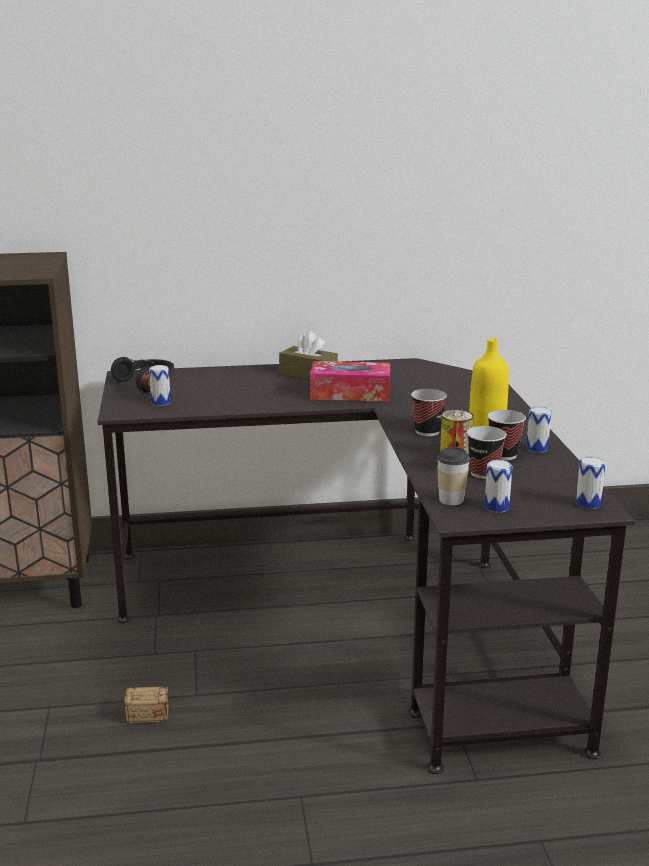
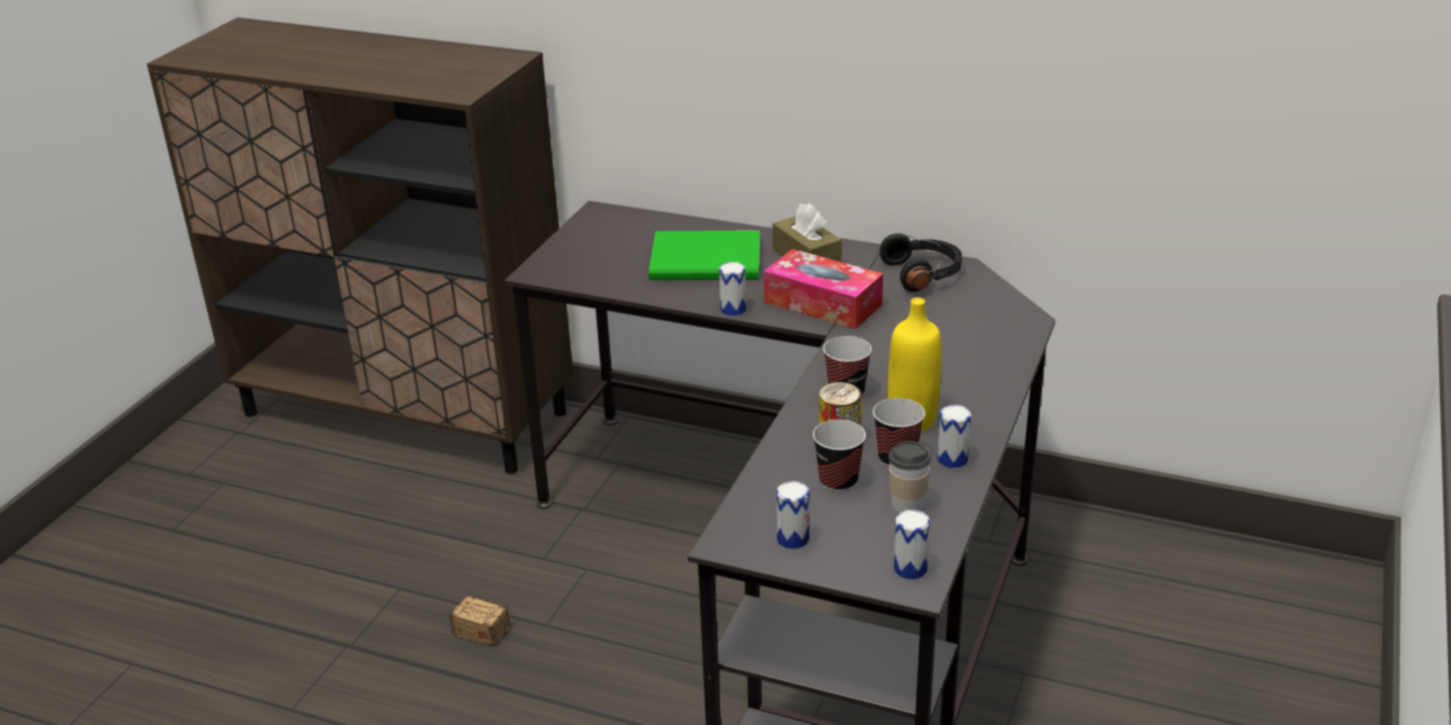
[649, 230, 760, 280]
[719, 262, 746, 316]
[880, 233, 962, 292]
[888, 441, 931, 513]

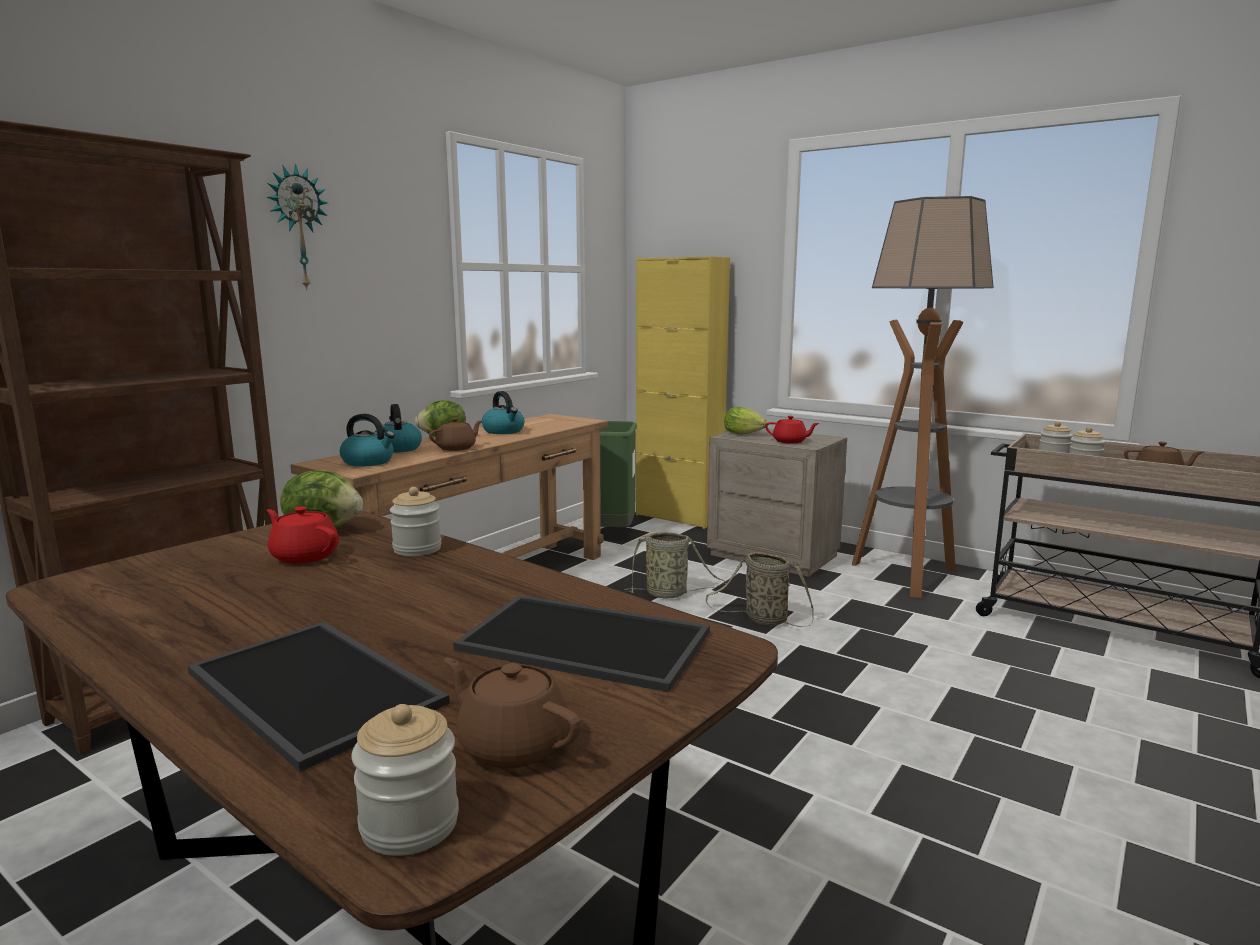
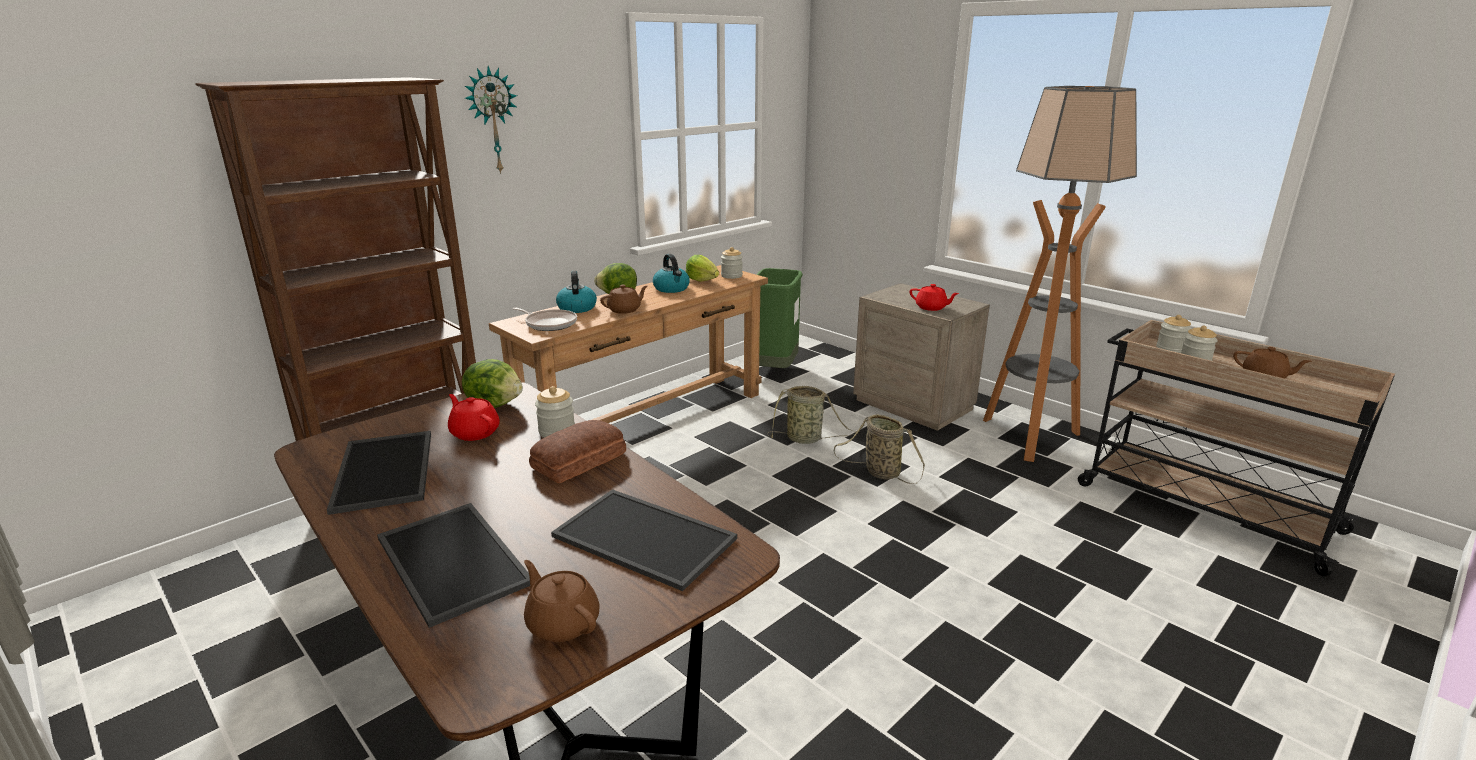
[327, 431, 431, 515]
[512, 307, 577, 331]
[529, 420, 626, 483]
[686, 255, 719, 282]
[721, 247, 743, 279]
[636, 256, 730, 529] (first image)

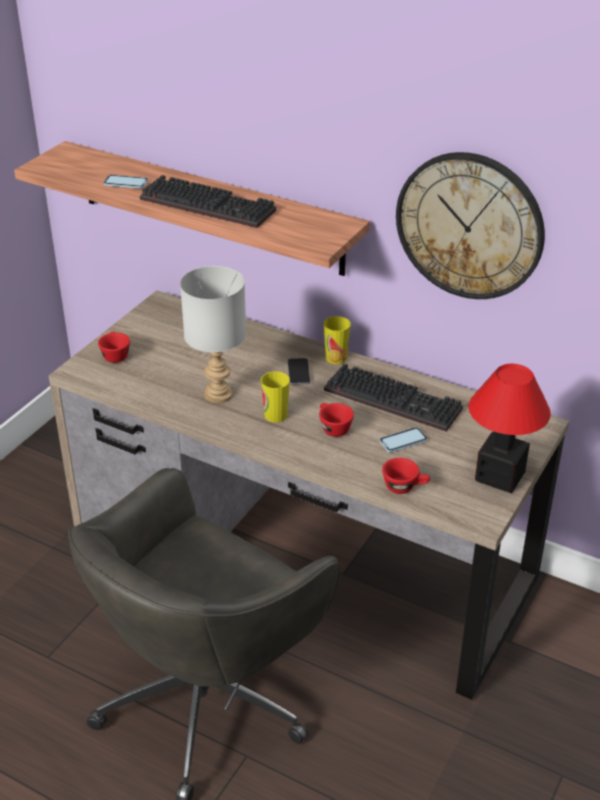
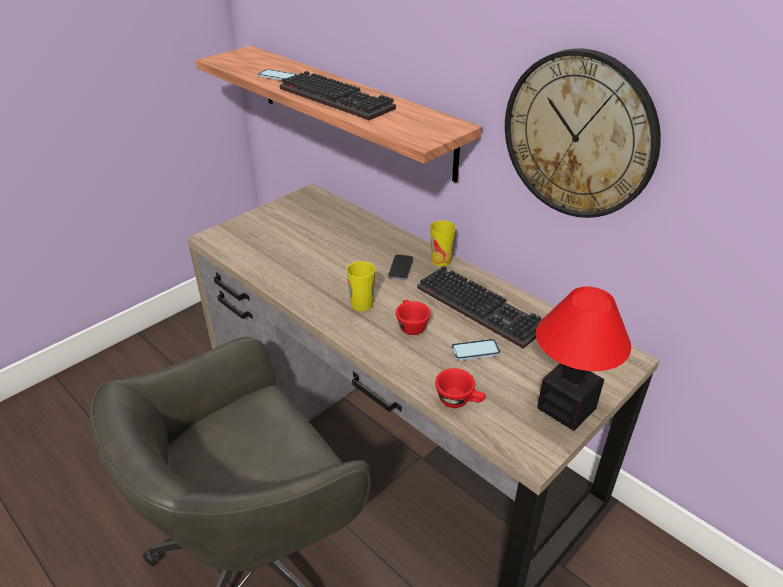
[98, 332, 130, 363] (first image)
[180, 266, 246, 403] (first image)

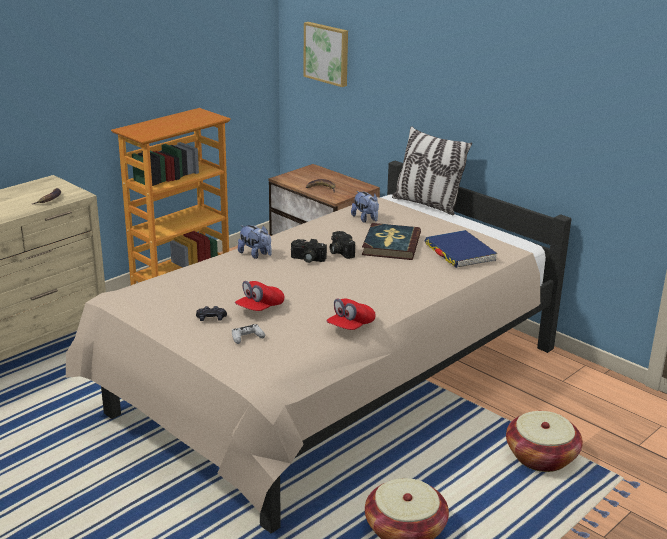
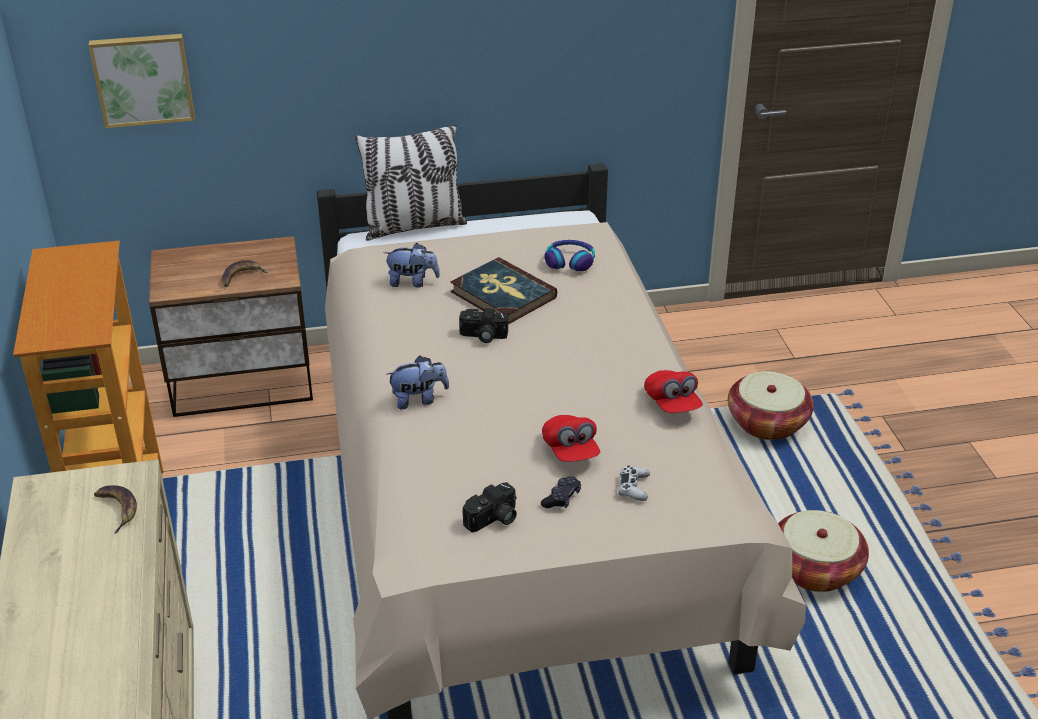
[463, 482, 517, 532]
[544, 240, 595, 271]

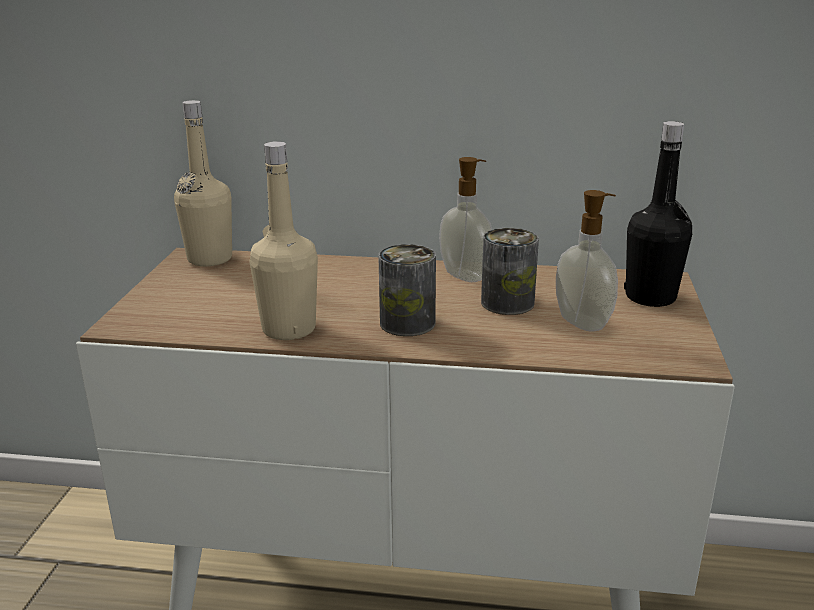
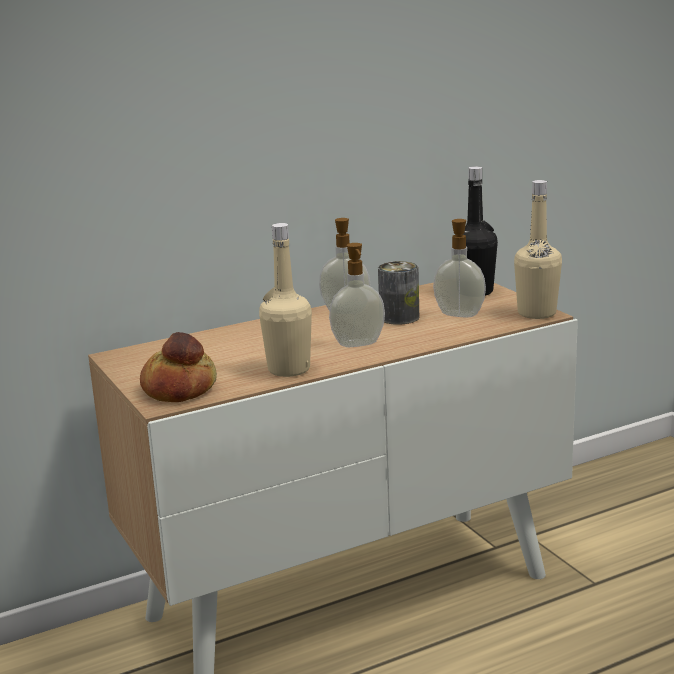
[140, 332, 217, 402]
[329, 243, 385, 347]
[514, 180, 562, 319]

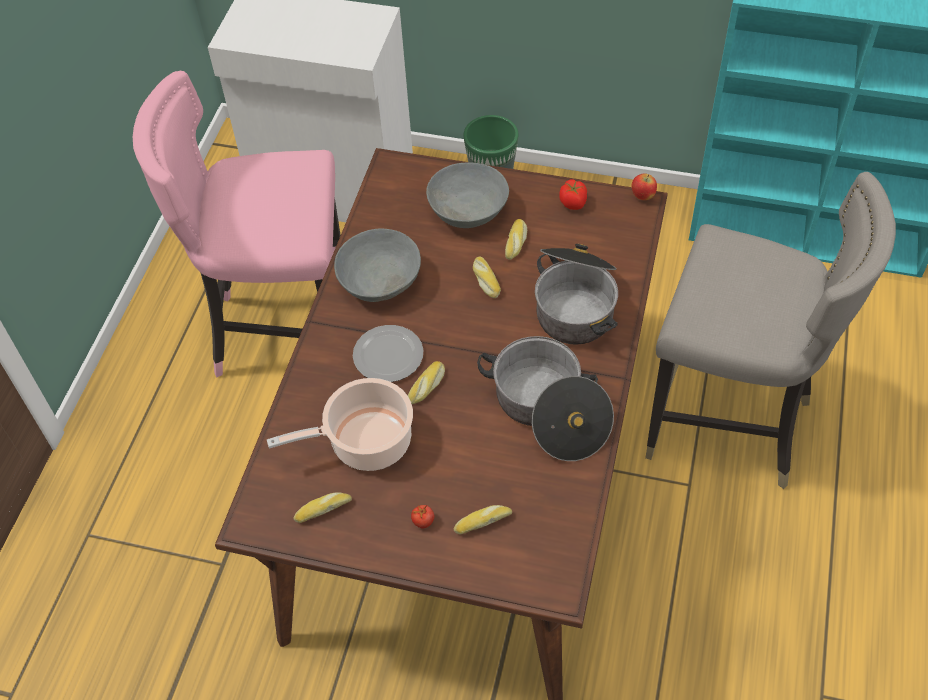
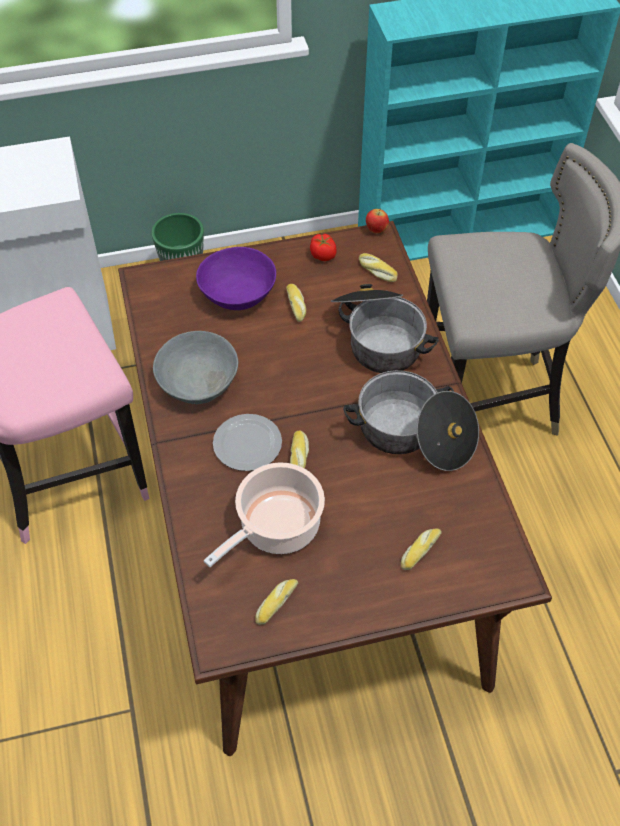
[196, 247, 276, 310]
[359, 253, 398, 282]
[411, 505, 434, 528] (first image)

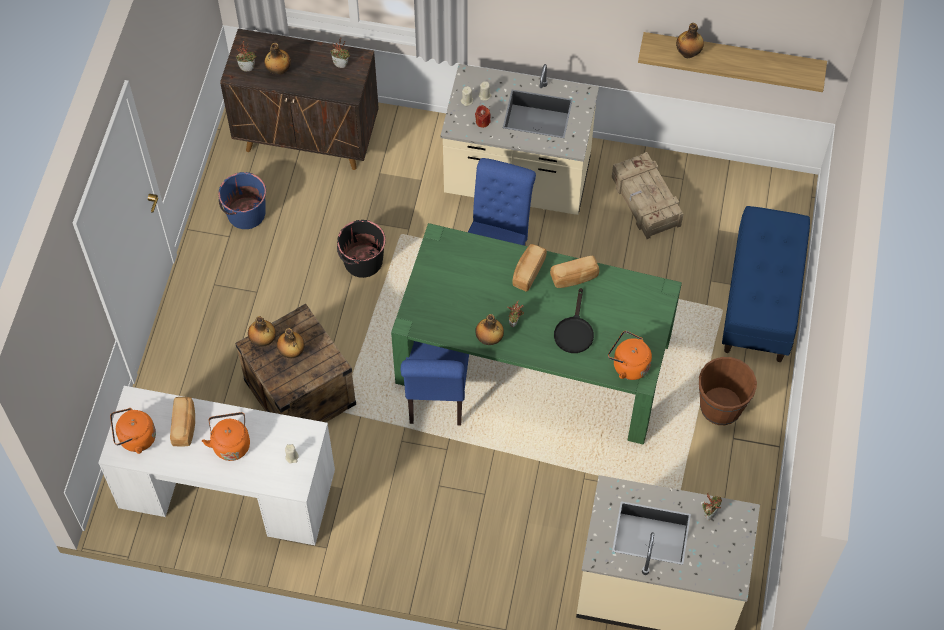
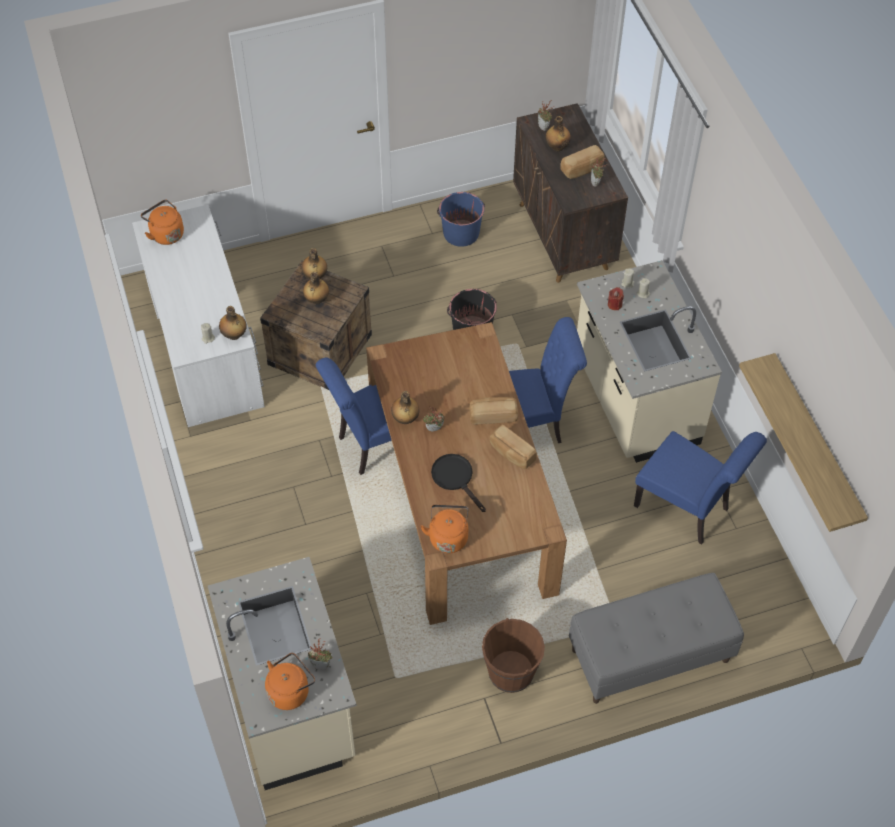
[219, 306, 247, 340]
[265, 653, 315, 710]
[366, 322, 567, 625]
[431, 454, 486, 512]
[560, 145, 605, 179]
[569, 573, 744, 704]
[634, 431, 767, 545]

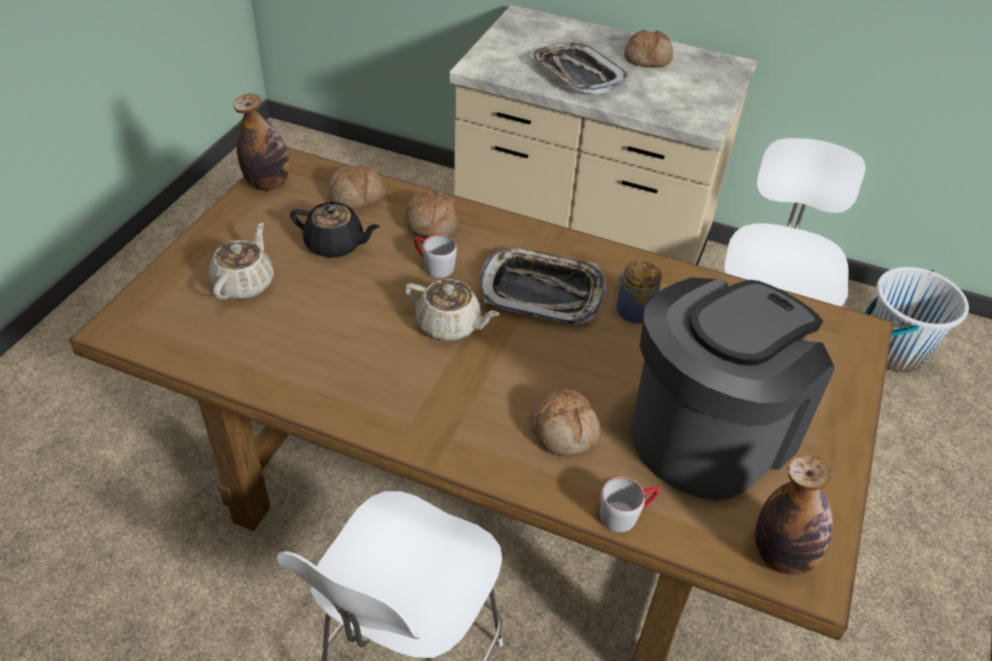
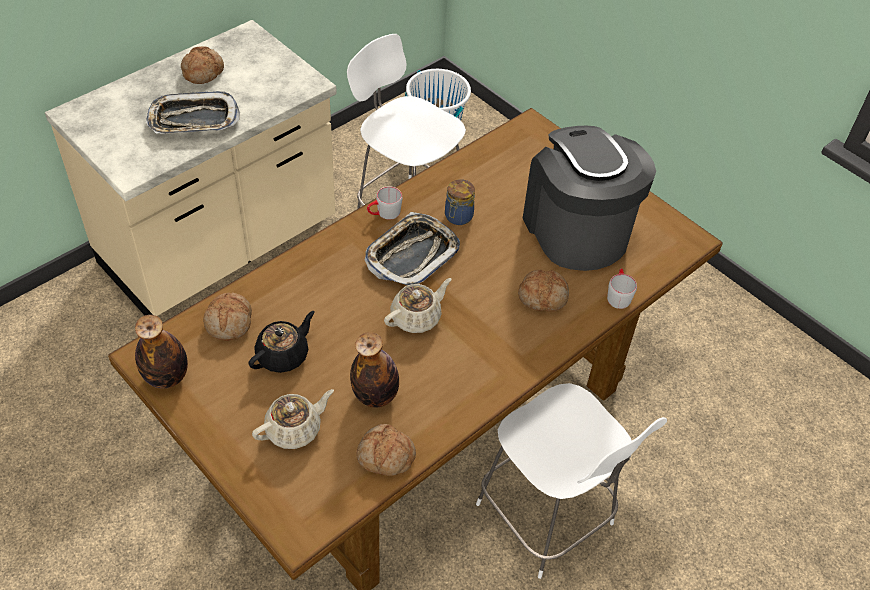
[252, 389, 334, 449]
[350, 332, 399, 408]
[356, 424, 416, 476]
[367, 186, 402, 220]

